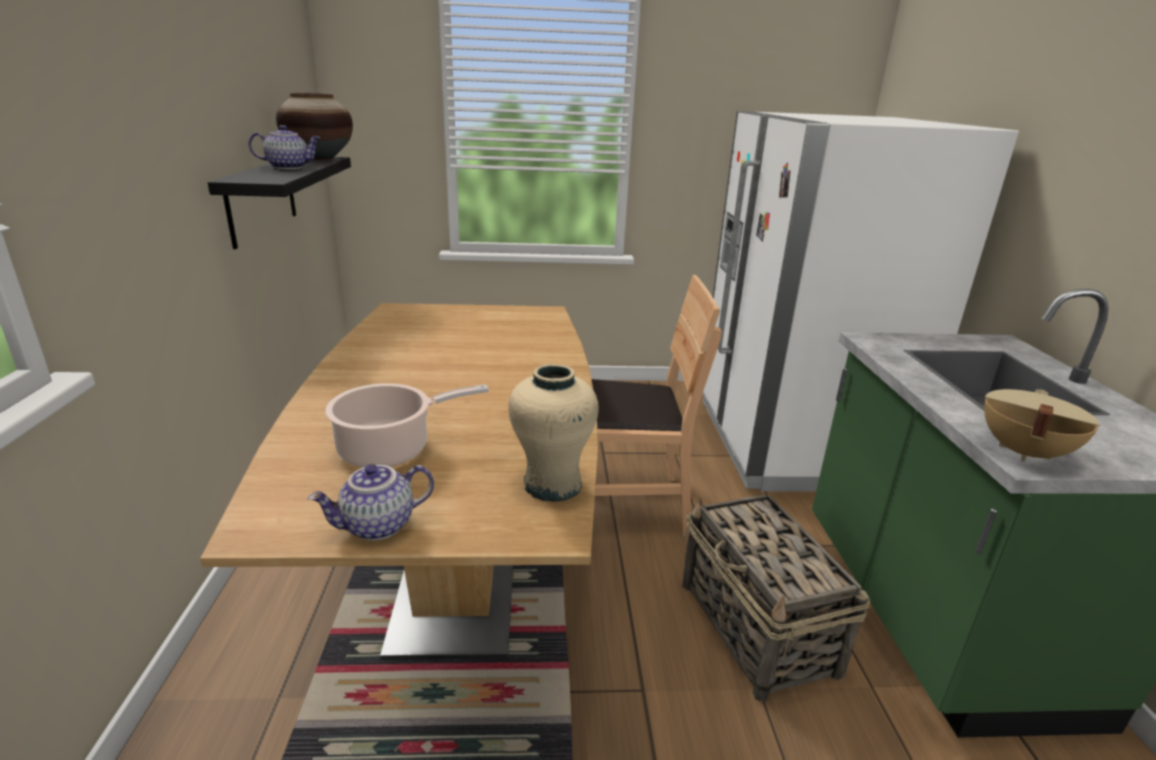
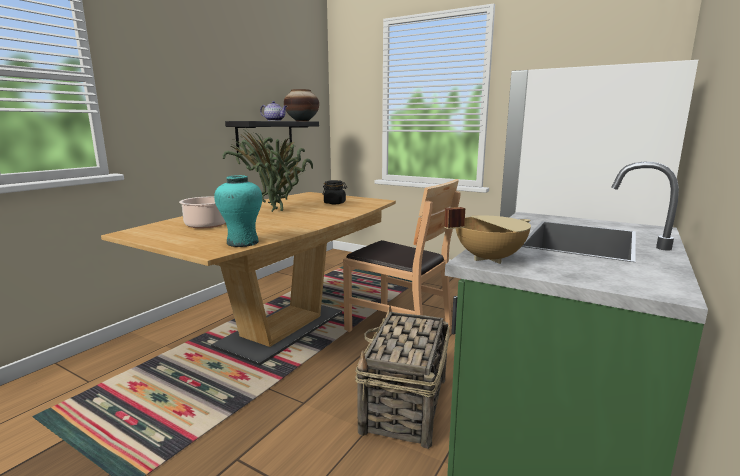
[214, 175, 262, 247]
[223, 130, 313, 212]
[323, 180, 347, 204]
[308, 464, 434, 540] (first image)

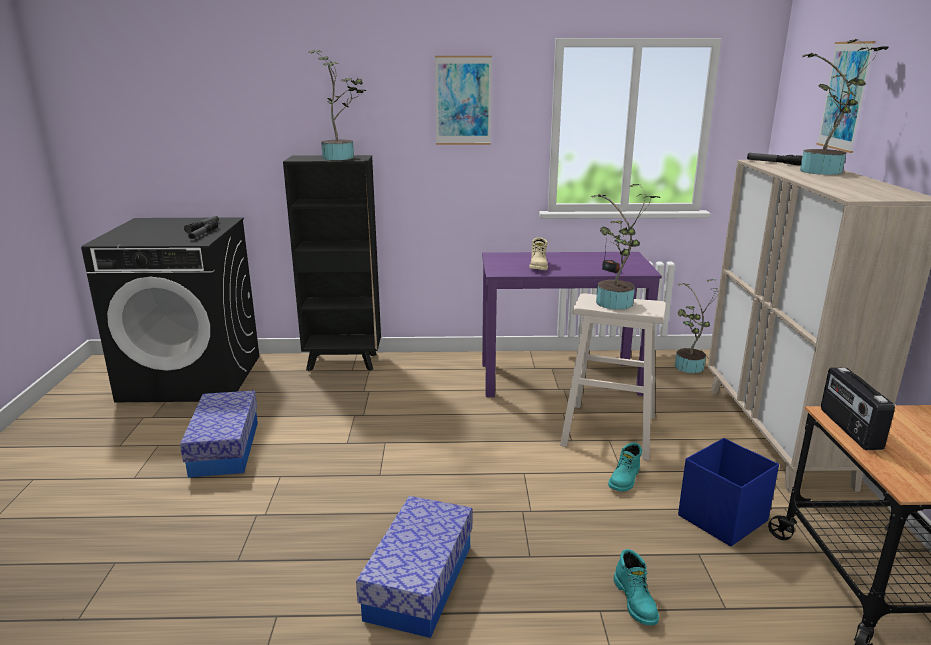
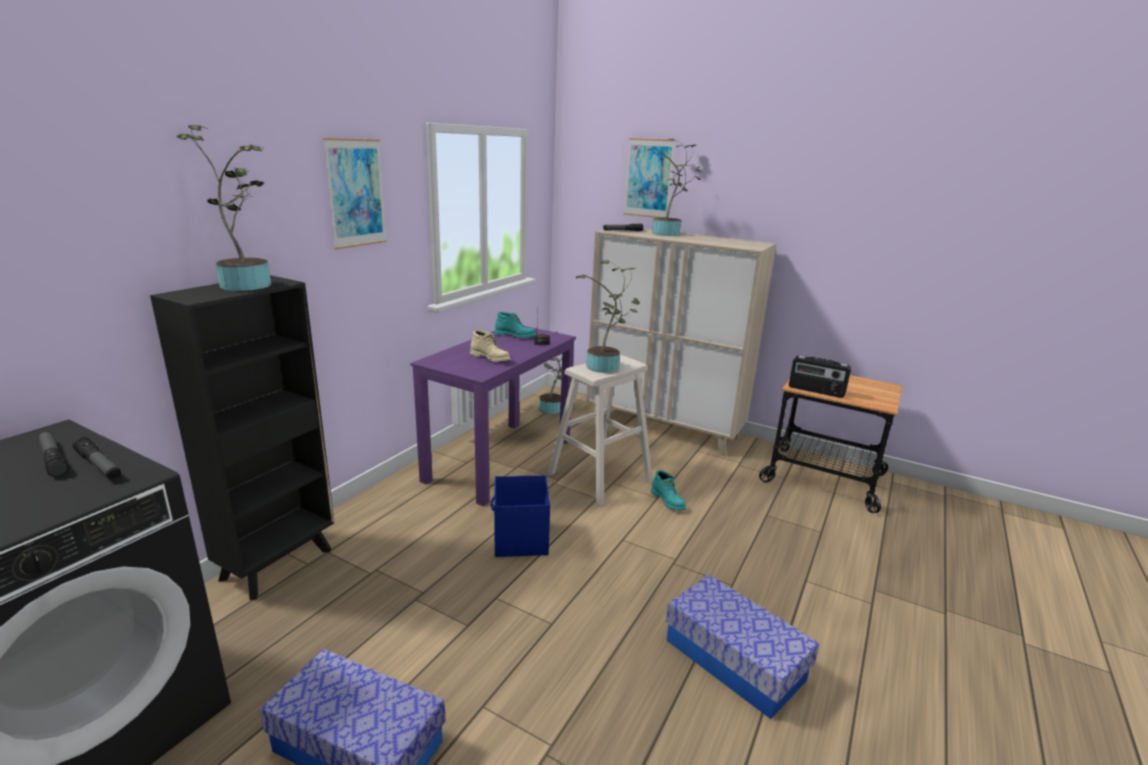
[491, 475, 550, 557]
[495, 312, 537, 338]

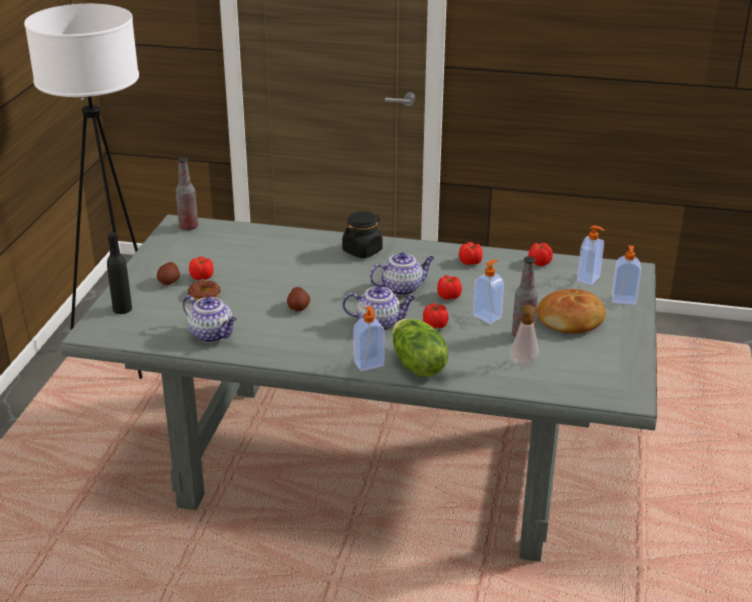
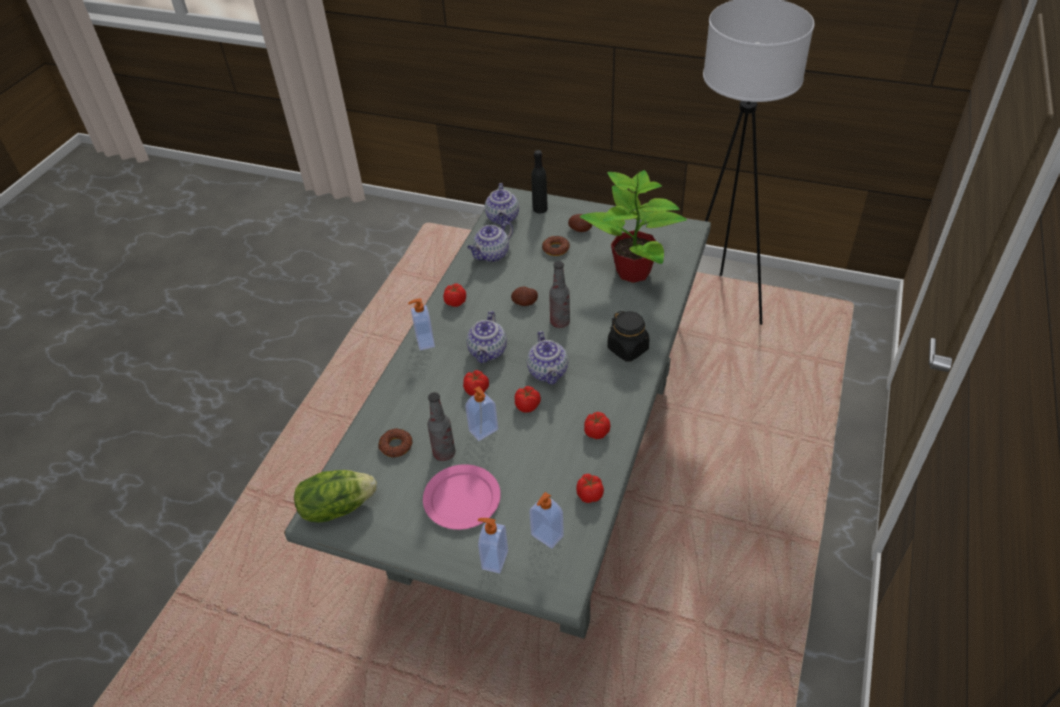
[294, 470, 377, 523]
[378, 428, 413, 458]
[423, 464, 501, 530]
[443, 283, 466, 307]
[485, 183, 519, 226]
[549, 261, 570, 328]
[580, 170, 687, 283]

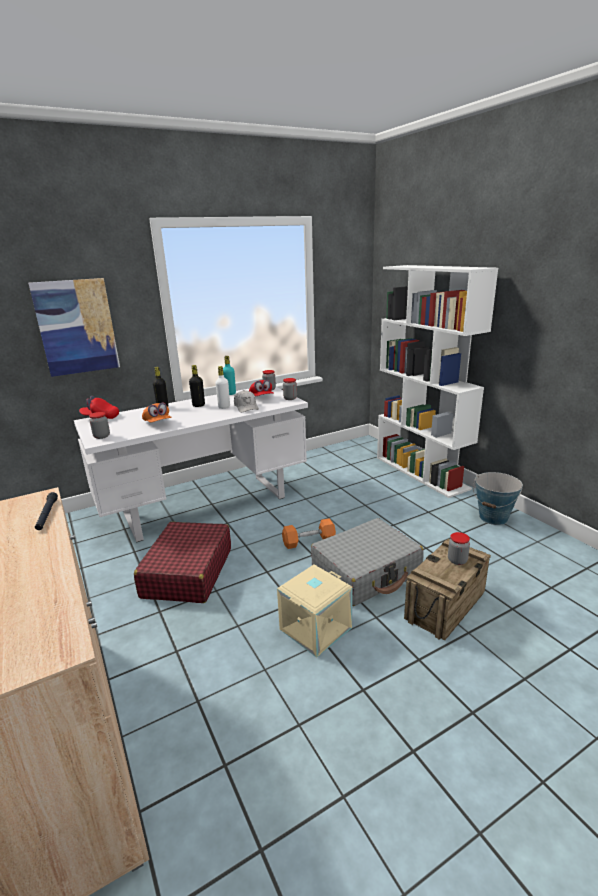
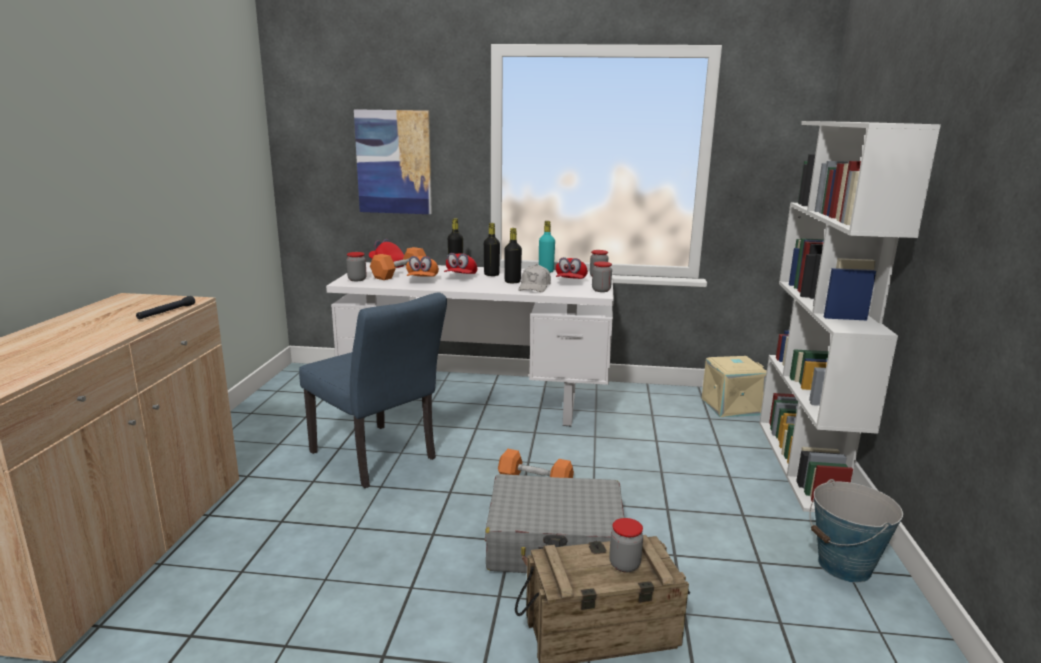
[299, 292, 447, 488]
[370, 247, 426, 280]
[444, 253, 477, 274]
[504, 228, 522, 283]
[702, 356, 767, 417]

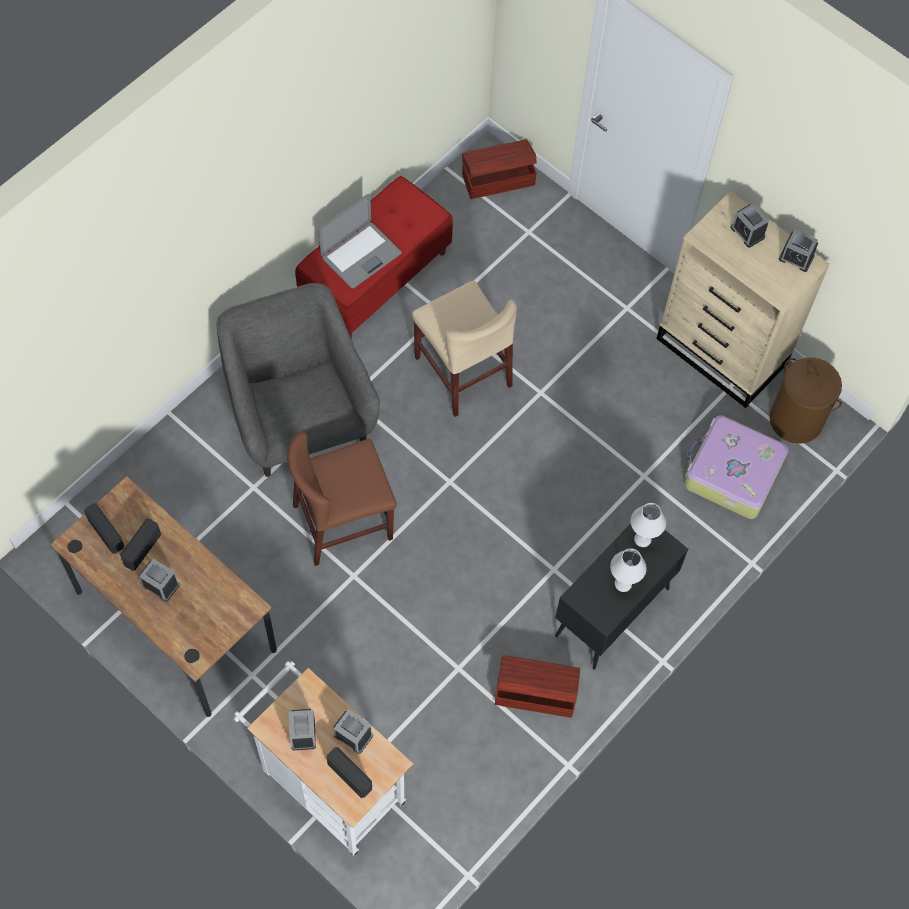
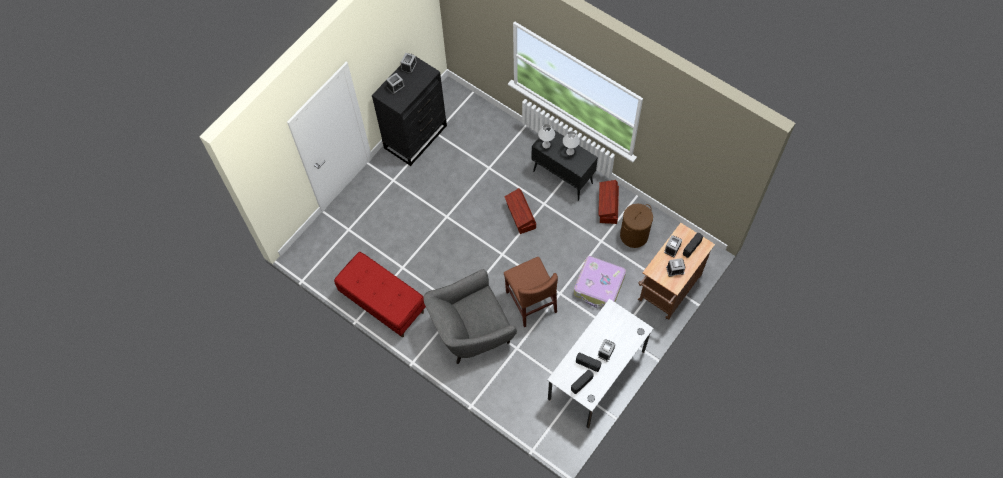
[372, 54, 447, 166]
[505, 188, 536, 234]
[547, 299, 654, 428]
[573, 256, 626, 308]
[620, 204, 653, 248]
[638, 223, 715, 320]
[318, 194, 402, 288] (first image)
[412, 281, 517, 417] (first image)

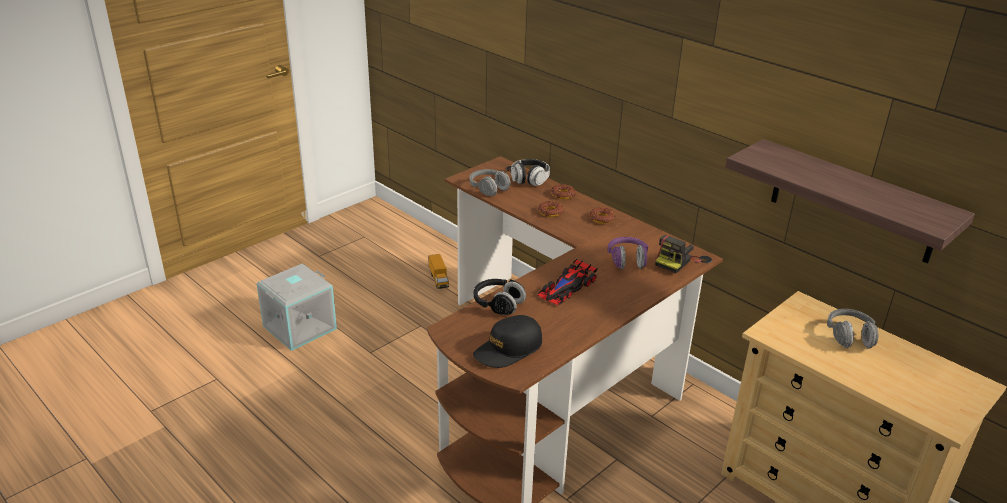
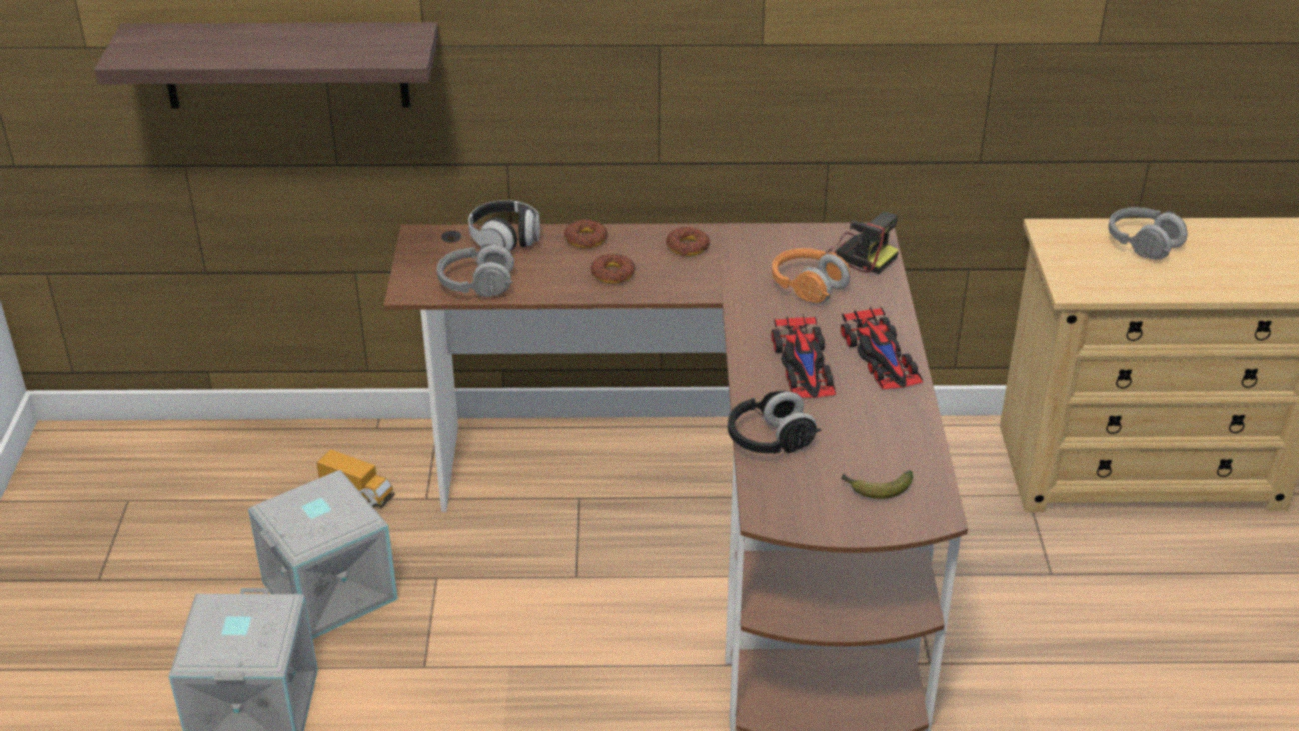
[94, 22, 438, 109]
[248, 470, 398, 639]
[772, 248, 850, 303]
[826, 212, 899, 274]
[841, 307, 923, 390]
[841, 470, 913, 499]

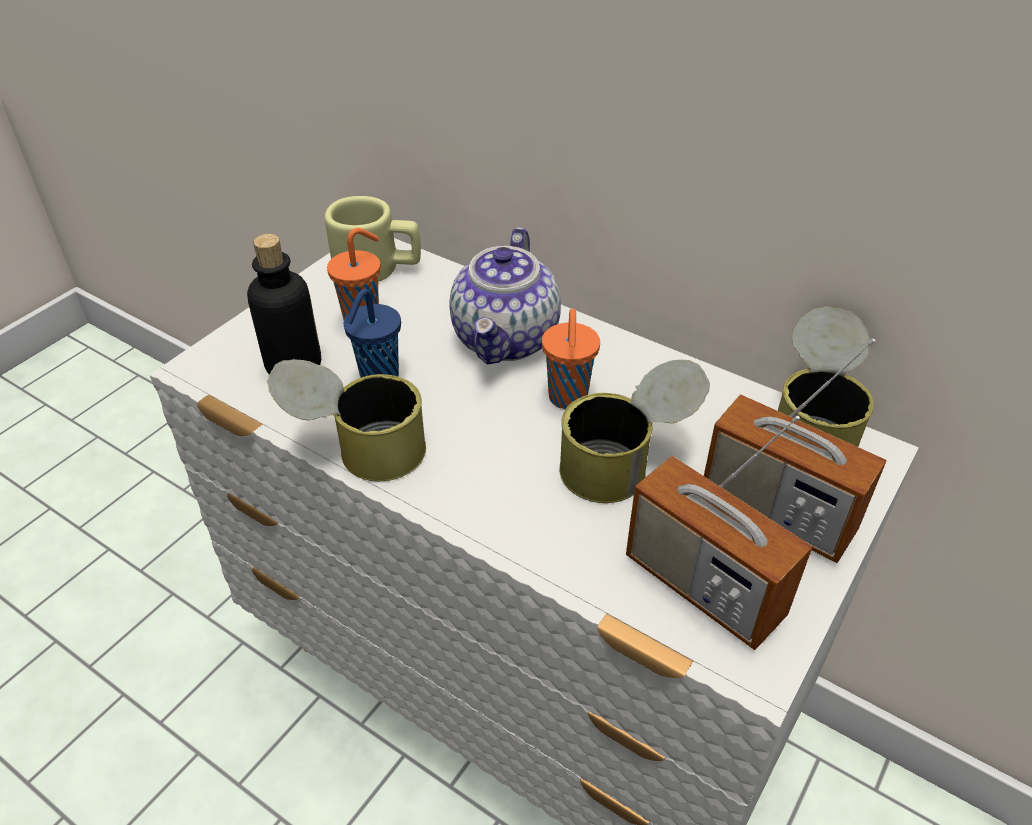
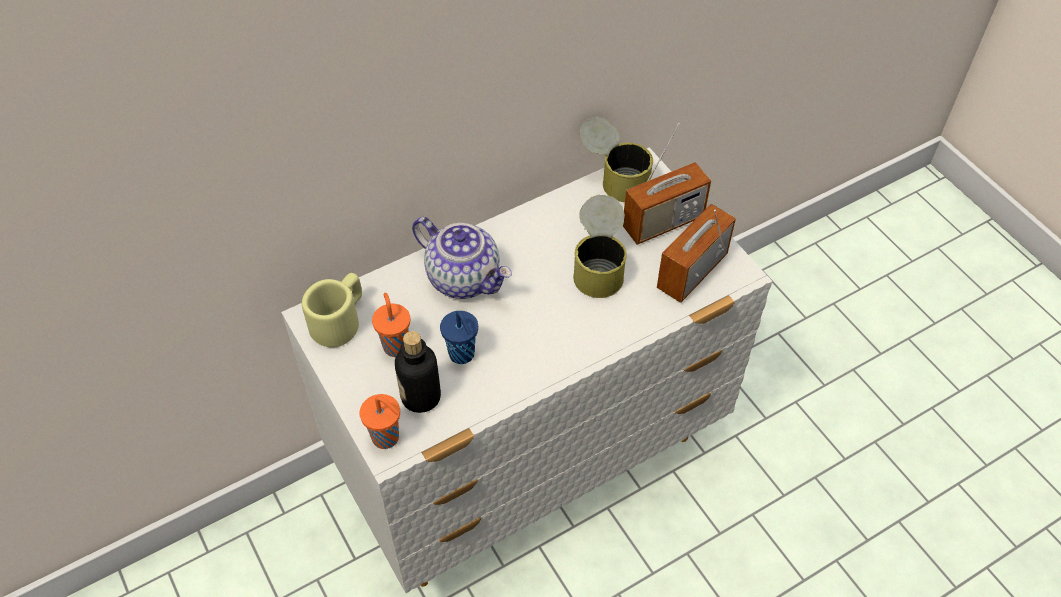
[359, 394, 400, 449]
[657, 204, 736, 303]
[267, 359, 426, 481] (first image)

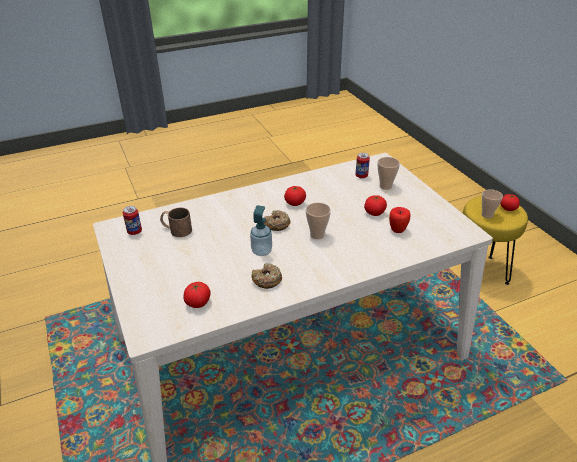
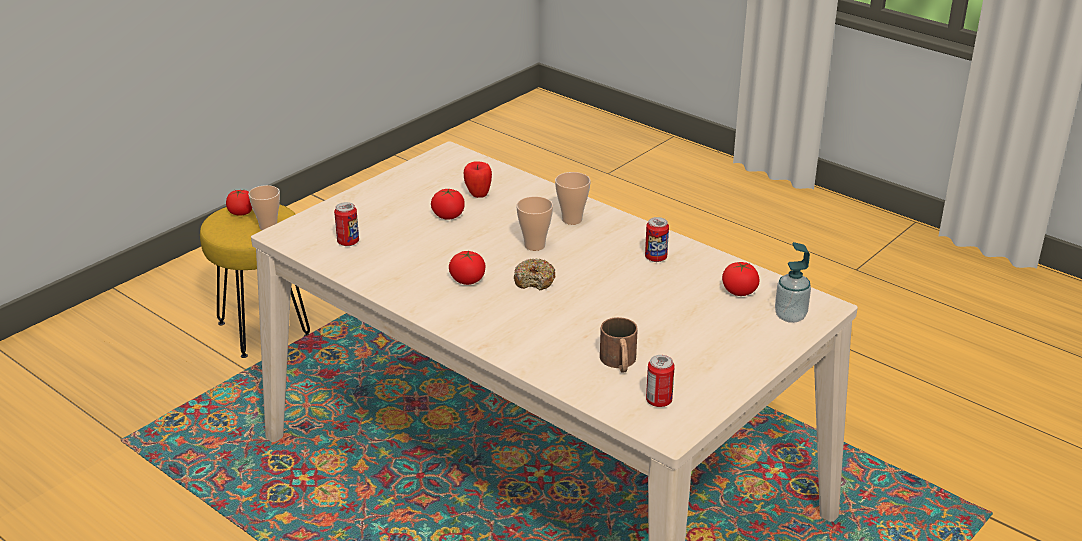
[555, 172, 591, 225]
[645, 217, 669, 262]
[775, 242, 811, 323]

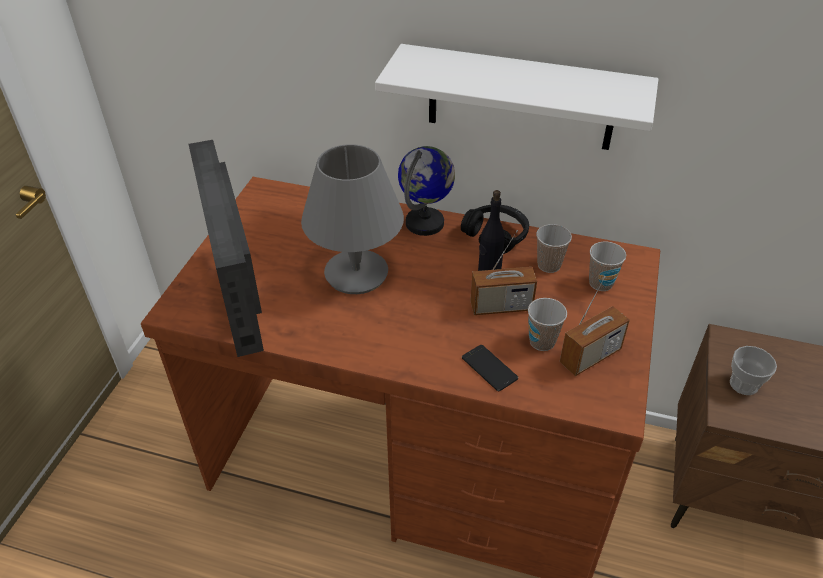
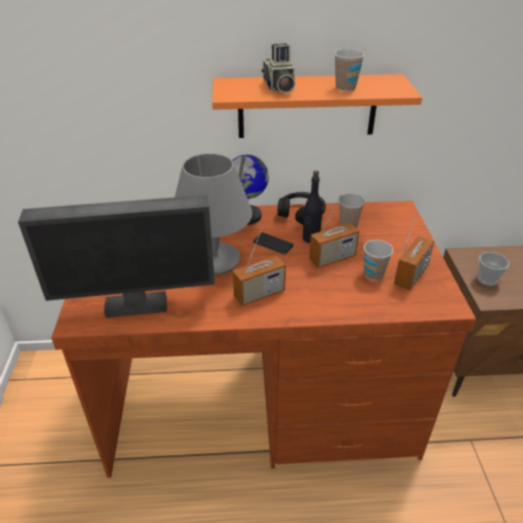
[18, 195, 215, 318]
[212, 74, 422, 138]
[233, 227, 286, 306]
[253, 233, 294, 254]
[262, 43, 295, 94]
[334, 49, 364, 91]

